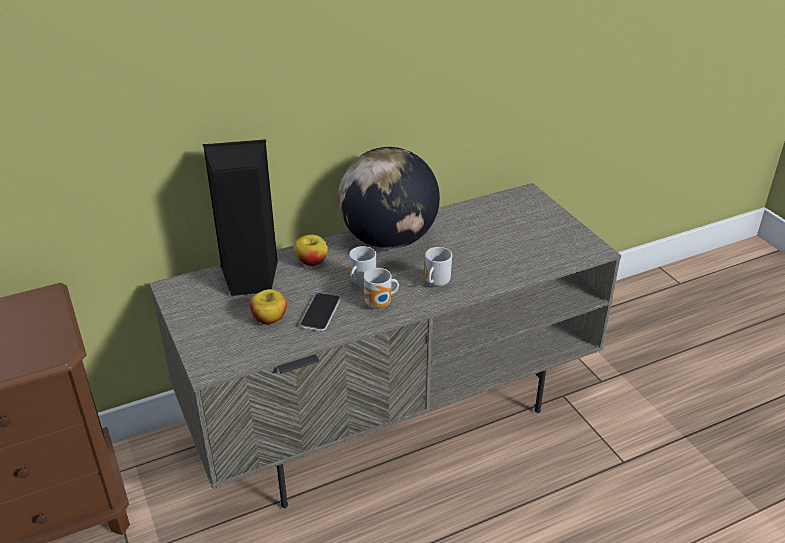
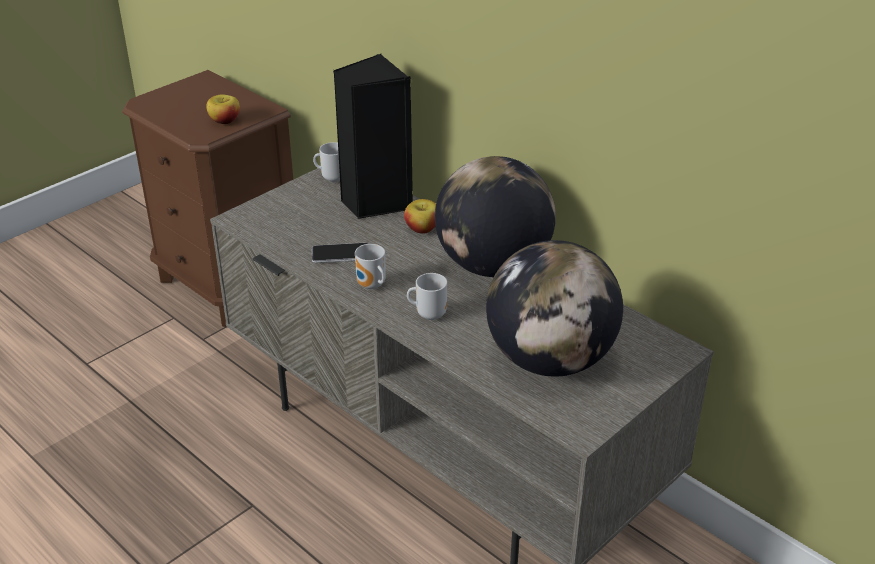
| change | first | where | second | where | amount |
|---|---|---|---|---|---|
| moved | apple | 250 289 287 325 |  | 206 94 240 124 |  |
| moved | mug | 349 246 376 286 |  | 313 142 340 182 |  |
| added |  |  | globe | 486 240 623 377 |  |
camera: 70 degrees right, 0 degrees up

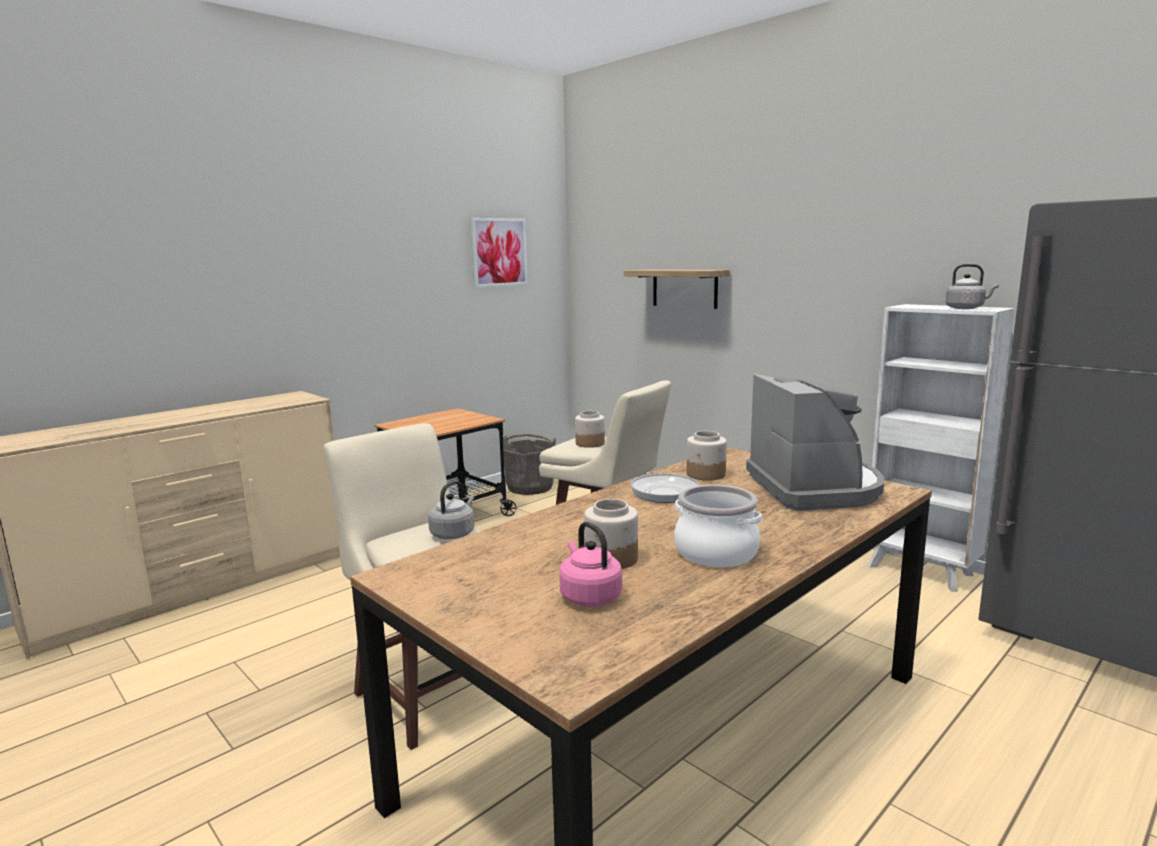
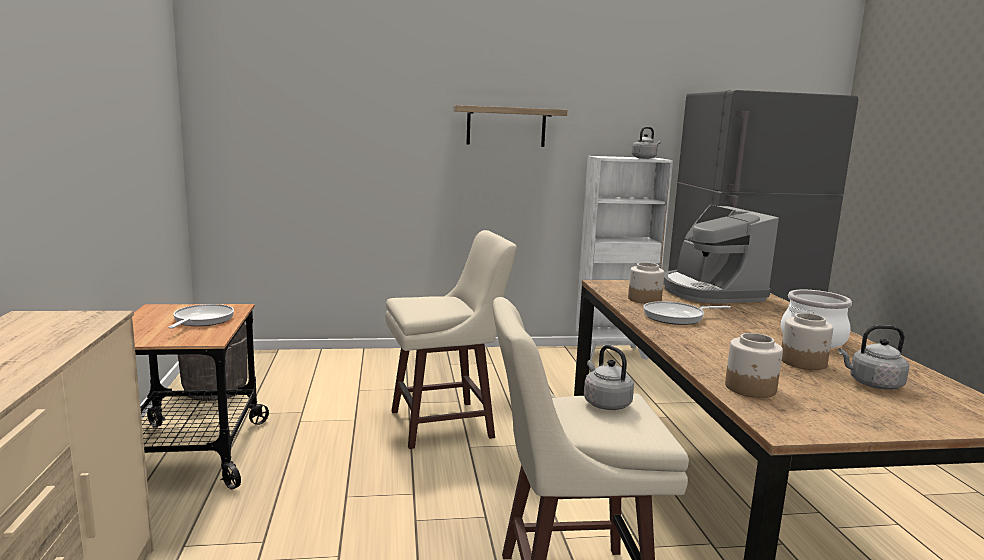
| change | first | where | second | where | amount |
|---|---|---|---|---|---|
| added |  |  | frying pan | 168 304 234 329 |  |
| moved | shelf | 624 270 730 309 |  | 453 105 567 147 |  |
| turned | coffee machine | 746 374 884 511 |  | 663 205 779 303 | 135 degrees counterclockwise |
| moved | jar | 575 411 605 448 |  | 725 333 783 398 |  |
| recoloured | kettle (pink) | 559 522 622 607 | kettle (grey) | 838 325 909 390 |  |
| removed | picture | 470 218 528 288 |  |  |  |
camera: 55 degrees left, 0 degrees up

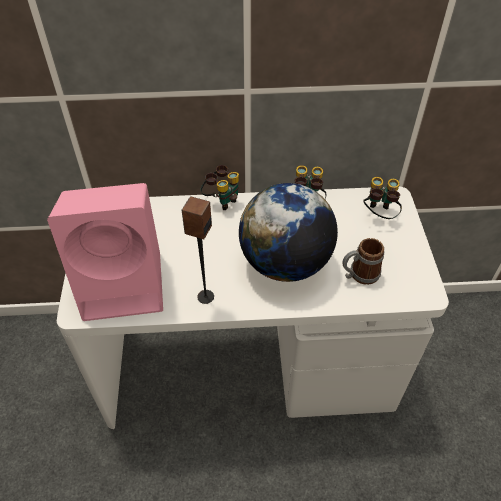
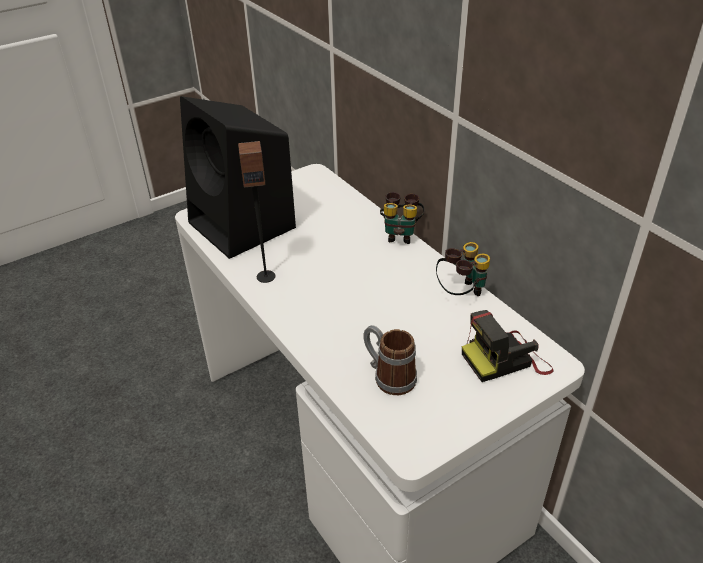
| change | first | where | second | where | amount |
|---|---|---|---|---|---|
| recoloured | speaker (pink) | 47 183 163 321 | speaker (black) | 180 96 296 259 |  |
| replaced | binoculars | 363 177 402 219 | photo camera | 462 310 553 382 |  |
| removed | globe | 239 183 338 282 |  |  |  |
camera: 60 degrees right, 10 degrees down

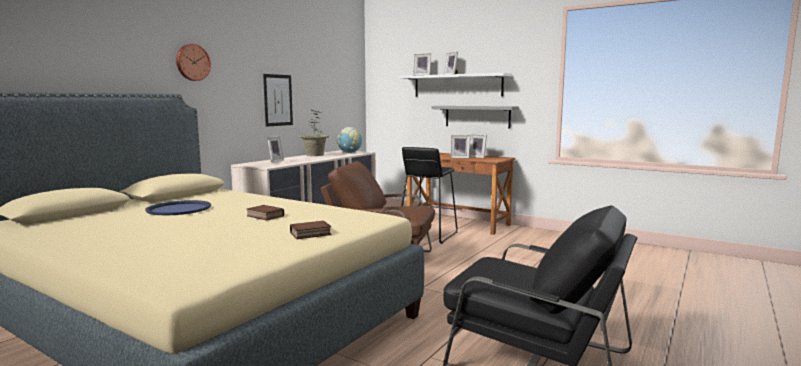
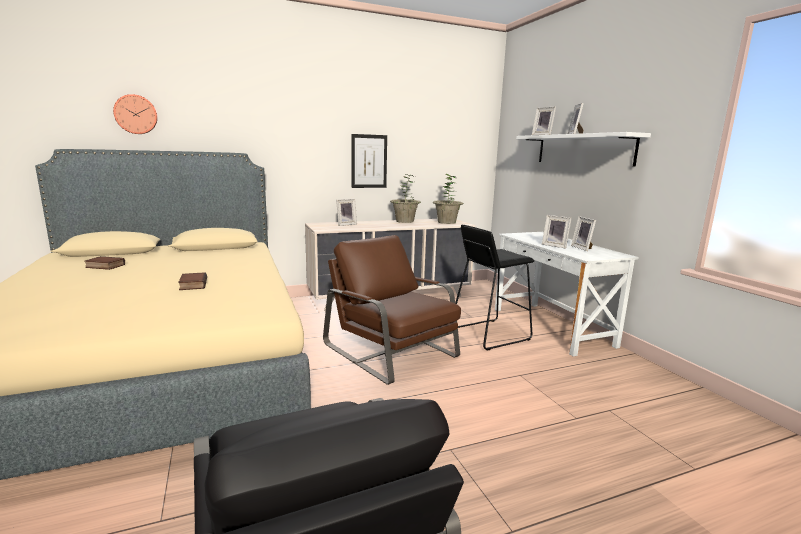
| change | first | where | second | where | amount |
|---|---|---|---|---|---|
| moved | book | 290 221 332 239 |  | 84 256 125 270 |  |
| moved | wall clock | 176 44 211 81 |  | 113 94 158 134 |  |
| replaced | globe | 337 127 362 153 | potted plant | 433 174 463 224 |  |
| recoloured | desk (brown) | 407 153 515 235 | desk (white) | 495 232 639 356 |  |
| removed | tray (blue) | 145 200 211 215 |  |  |  |
| removed | shelf (grey) | 432 106 519 128 |  |  |  |
camera: 35 degrees right, 5 degrees up

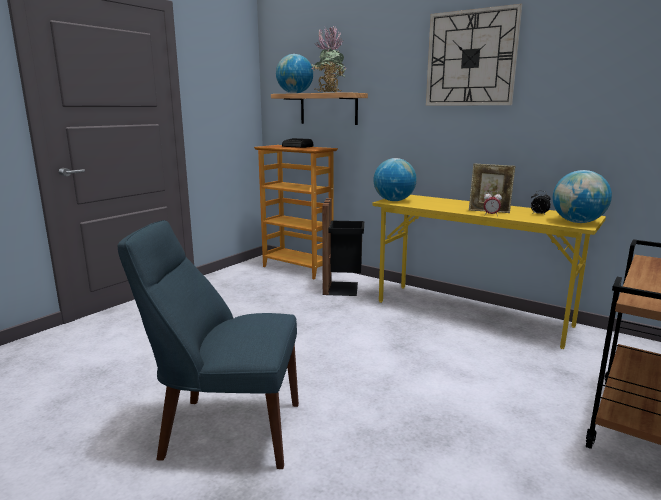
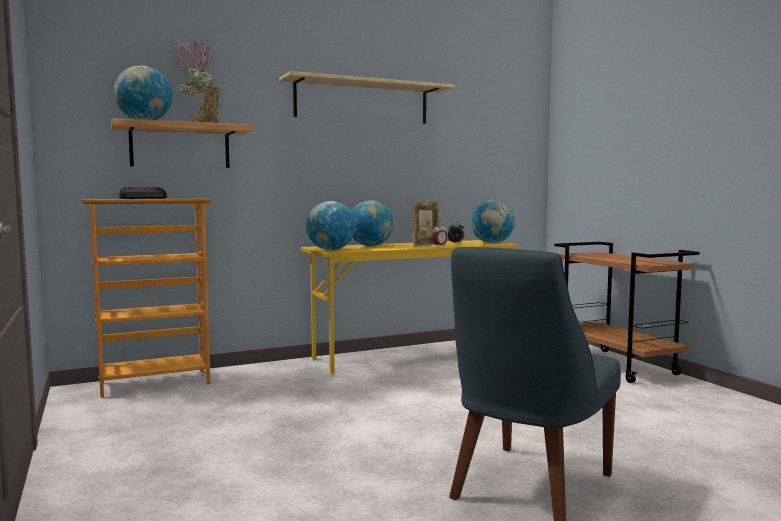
| change | first | where | second | where | amount |
|---|---|---|---|---|---|
| replaced | wall clock | 426 4 522 105 | shelf (beige) | 279 71 454 124 |  |
| added |  |  | globe | 351 200 394 246 |  |
| removed | trash can (black) | 322 198 364 296 |  |  |  |
camera: 60 degrees left, 10 degrees down

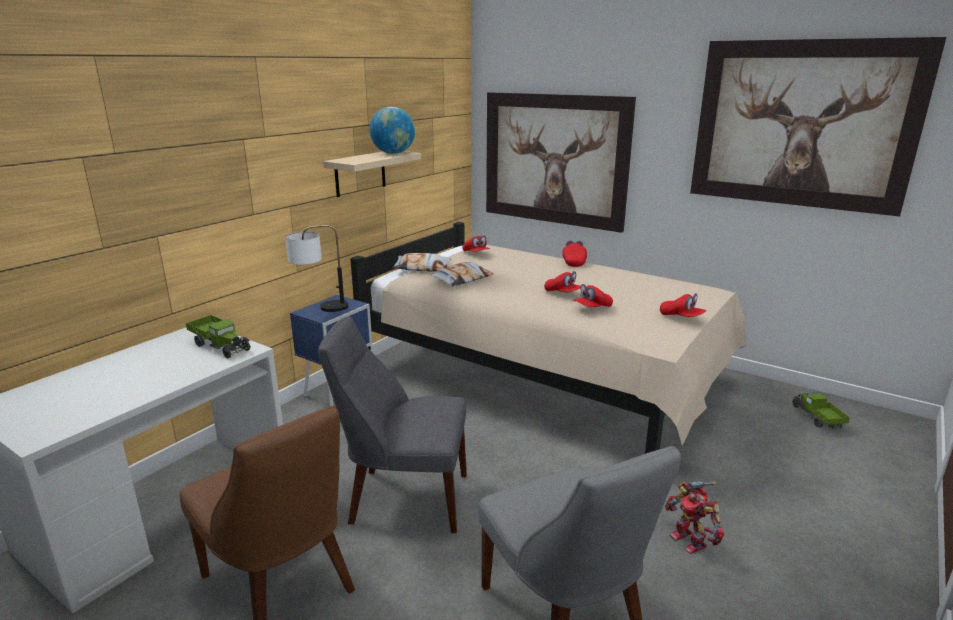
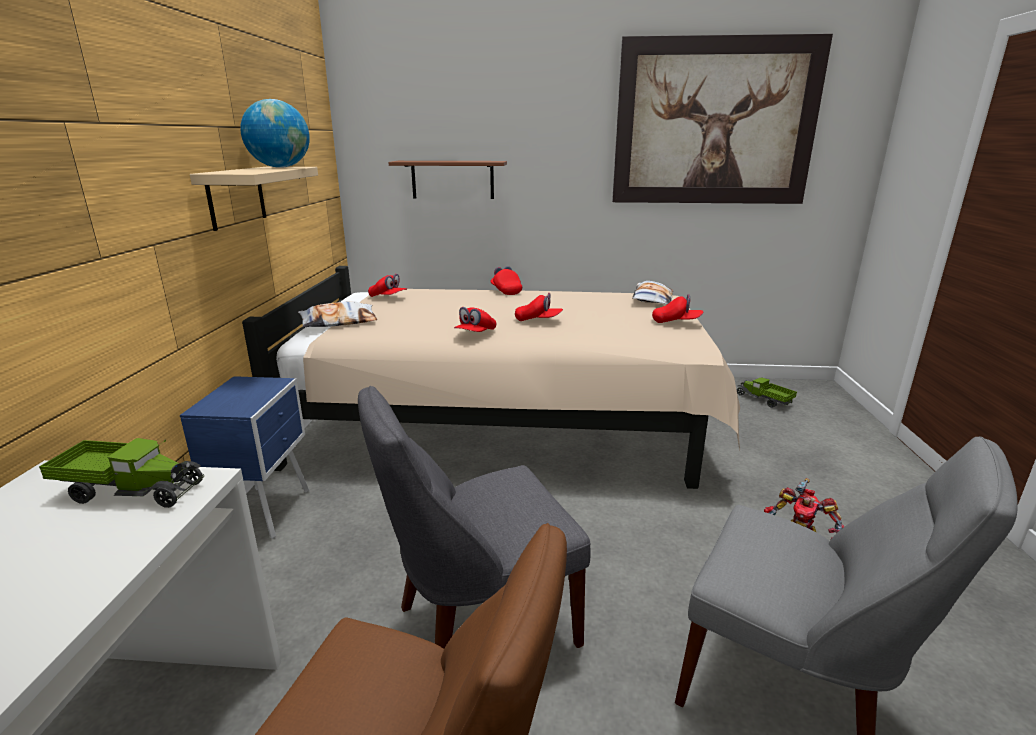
| change | first | where | second | where | amount |
|---|---|---|---|---|---|
| replaced | picture | 486 92 636 233 | shelf (brown) | 389 161 507 199 |  |
| moved | cap (red) | 573 284 613 307 |  | 454 307 496 332 |  |
| moved | pillow | 430 262 493 286 |  | 632 281 673 304 |  |
| removed | table lamp | 285 225 348 312 |  |  |  |
camera: 30 degrees left, 0 degrees up

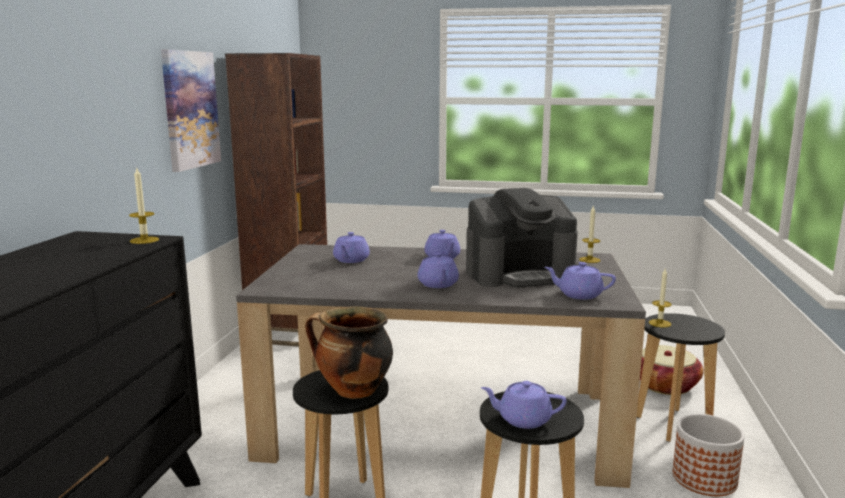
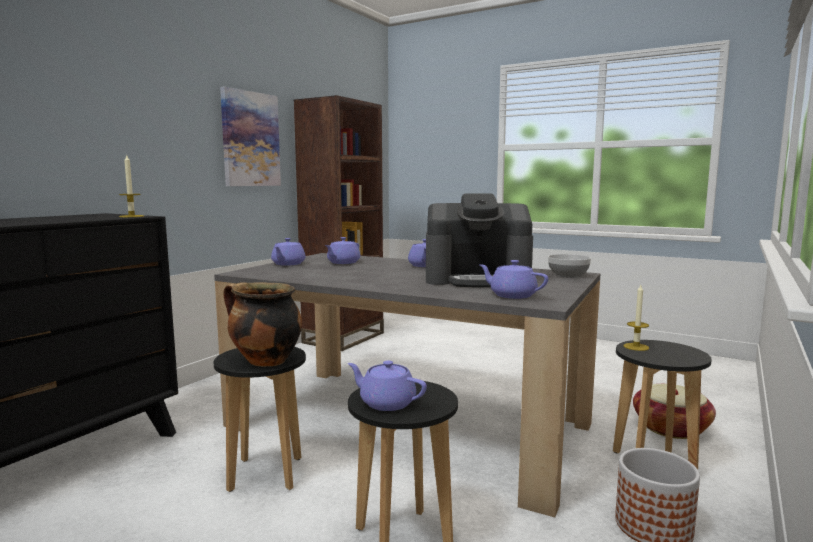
| change | first | where | second | where | amount |
|---|---|---|---|---|---|
| moved | teapot (purple) | 417 253 459 288 |  | 271 238 305 266 |  |
| replaced | candle | 579 205 601 263 | bowl | 548 254 591 278 |  |
camera: 20 degrees right, 5 degrees down

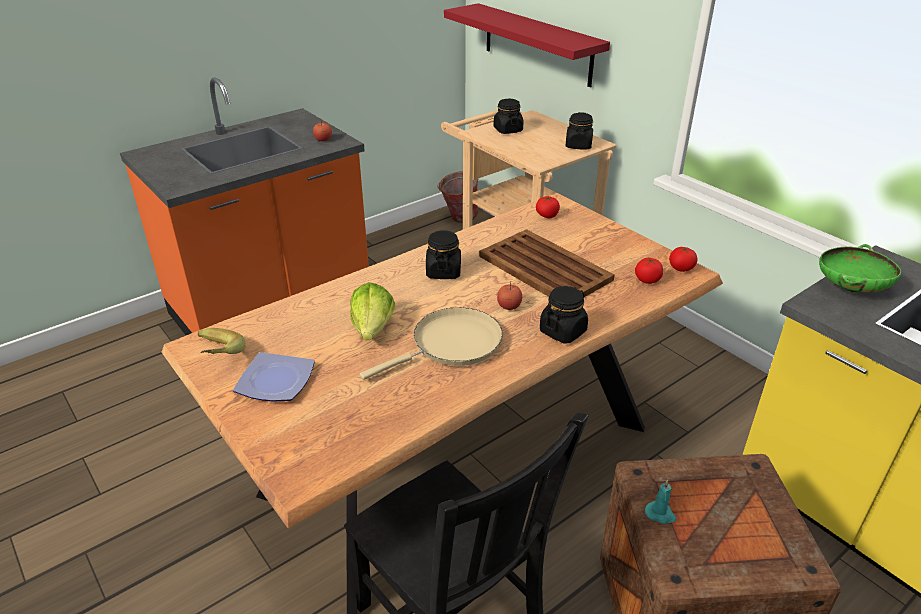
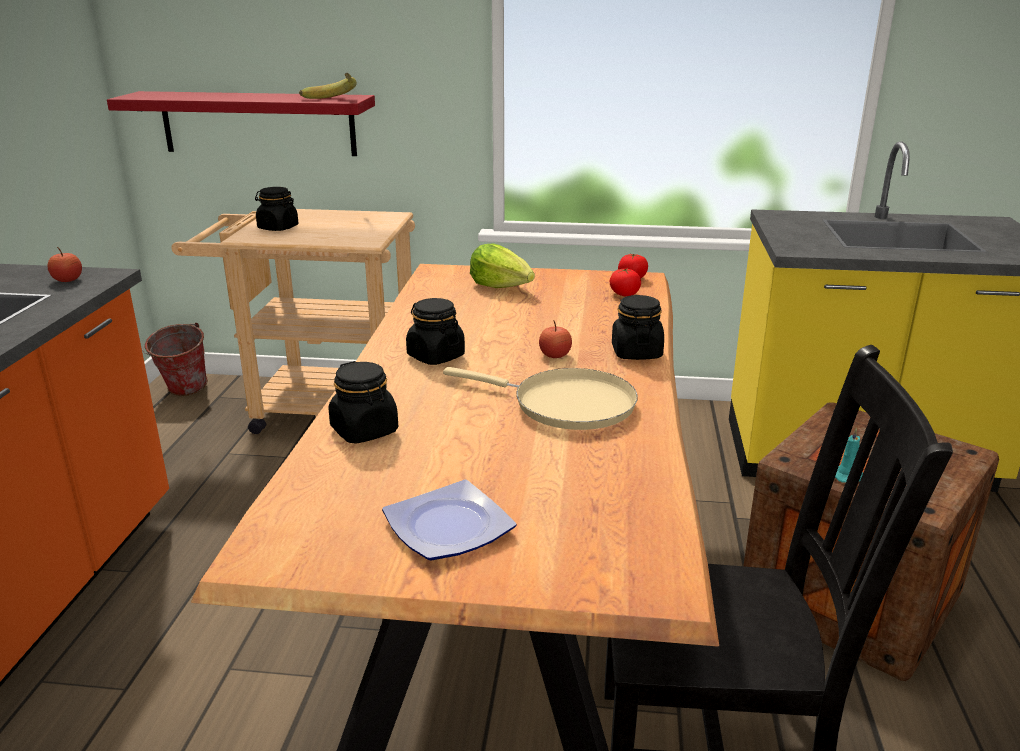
| change | first | where | second | where | amount |
|---|---|---|---|---|---|
| moved | banana | 198 328 246 354 |  | 299 73 357 99 |  |
| moved | jar (black) | 565 112 593 149 |  | 329 361 398 444 |  |
| turned | frying pan (beige) | 360 307 503 380 |  | 443 367 638 430 | 105 degrees clockwise |
| moved | lettuce | 350 282 395 340 |  | 470 243 535 288 |  |
| removed | tray (brown) | 479 229 615 297 |  |  |  |
| removed | tomato | 536 196 560 218 |  |  |  |
| removed | bowl (green) | 819 244 901 293 |  |  |  |
camera: 45 degrees left, 10 degrees down

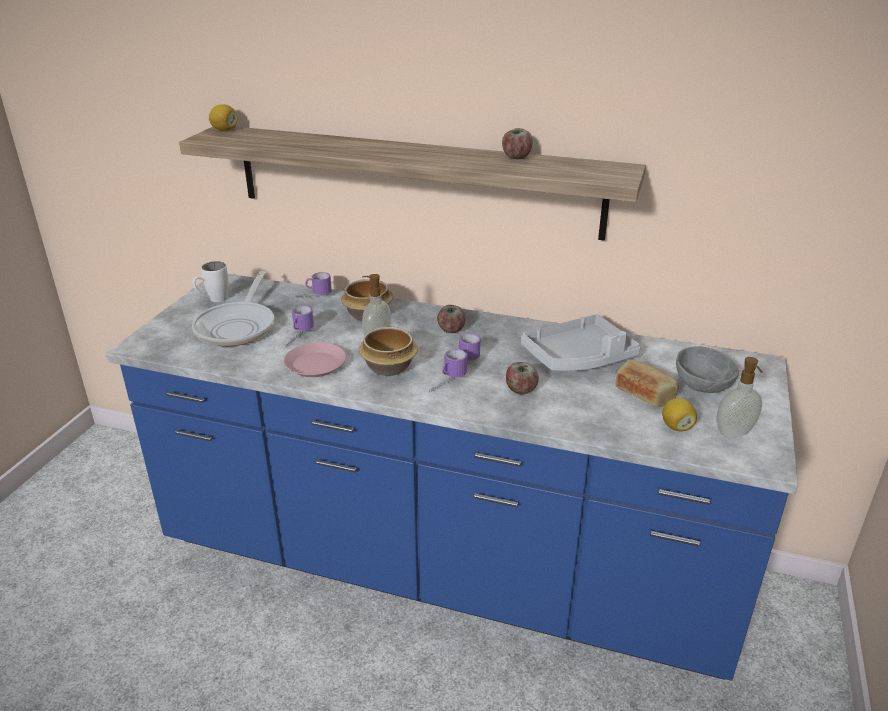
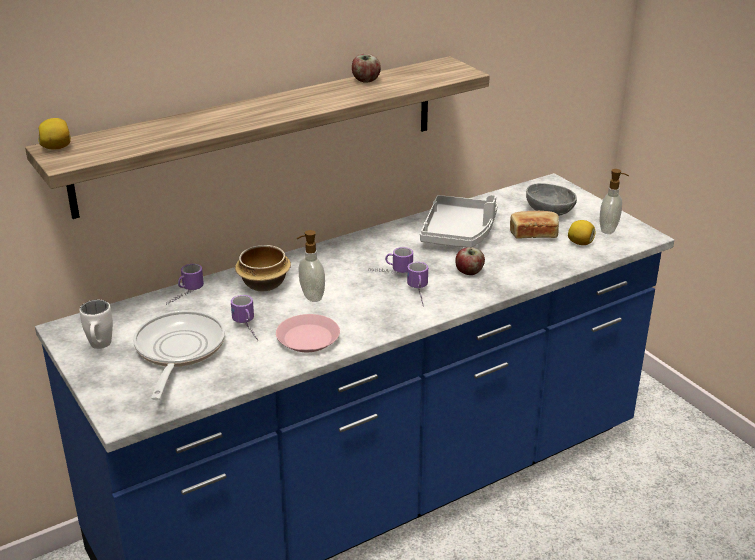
| change | first | where | second | where | amount |
|---|---|---|---|---|---|
| turned | frying pan | 192 271 274 346 |  | 133 310 225 400 | 135 degrees counterclockwise |
| removed | bowl | 359 327 418 376 |  |  |  |
| removed | apple | 437 305 466 333 |  |  |  |
camera: 50 degrees left, 0 degrees up

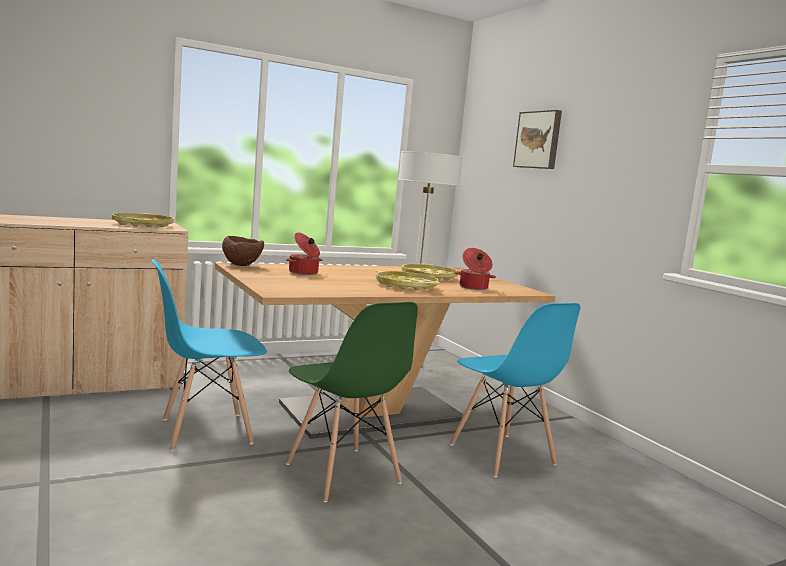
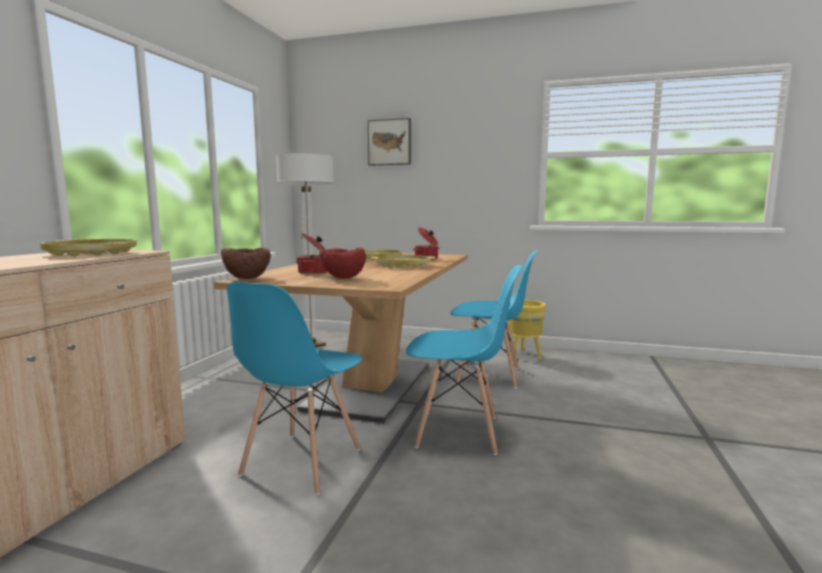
| change | first | where | second | where | amount |
|---|---|---|---|---|---|
| added |  |  | bowl (red) | 319 248 366 279 |  |
| recoloured | chair (green) | 285 302 418 503 | chair (blue) | 405 265 522 455 |  |
| added |  |  | planter (yellow) | 509 300 546 359 |  |
camera: 45 degrees left, 0 degrees up

